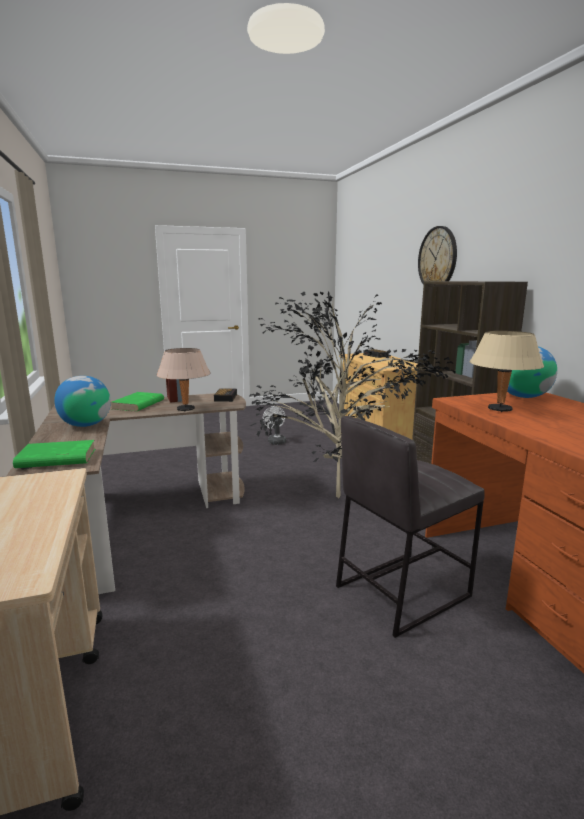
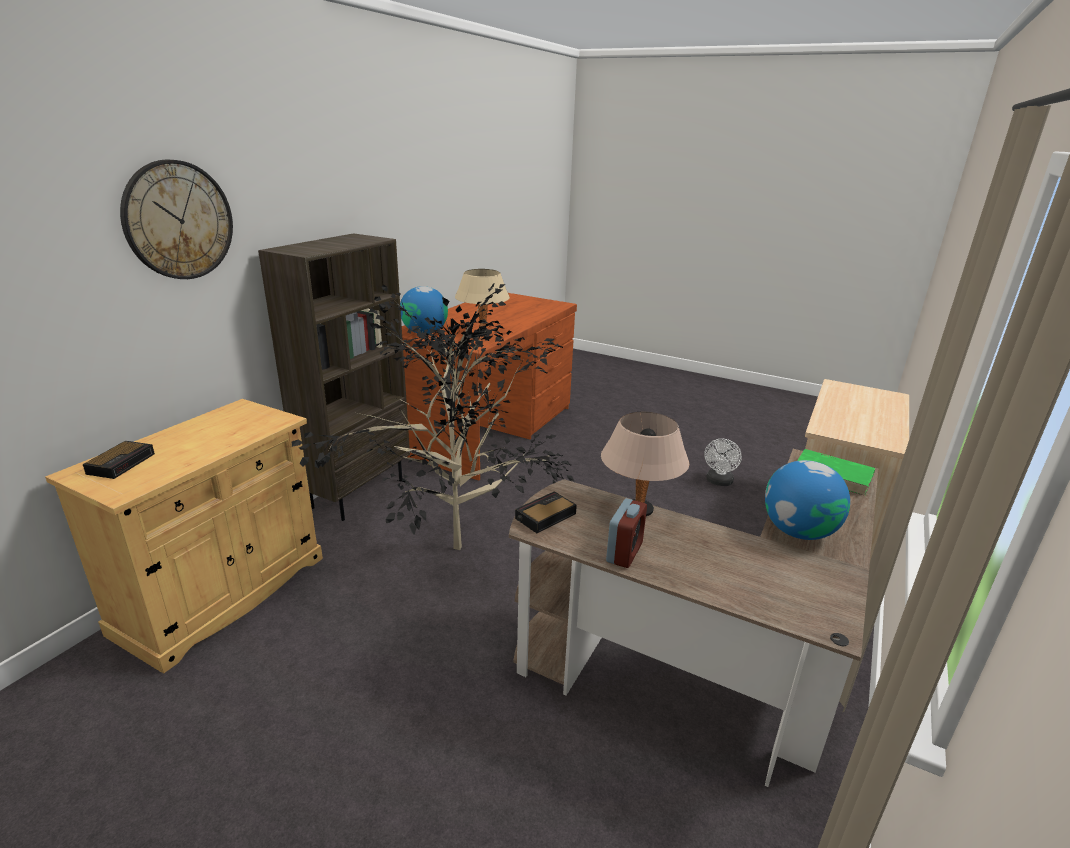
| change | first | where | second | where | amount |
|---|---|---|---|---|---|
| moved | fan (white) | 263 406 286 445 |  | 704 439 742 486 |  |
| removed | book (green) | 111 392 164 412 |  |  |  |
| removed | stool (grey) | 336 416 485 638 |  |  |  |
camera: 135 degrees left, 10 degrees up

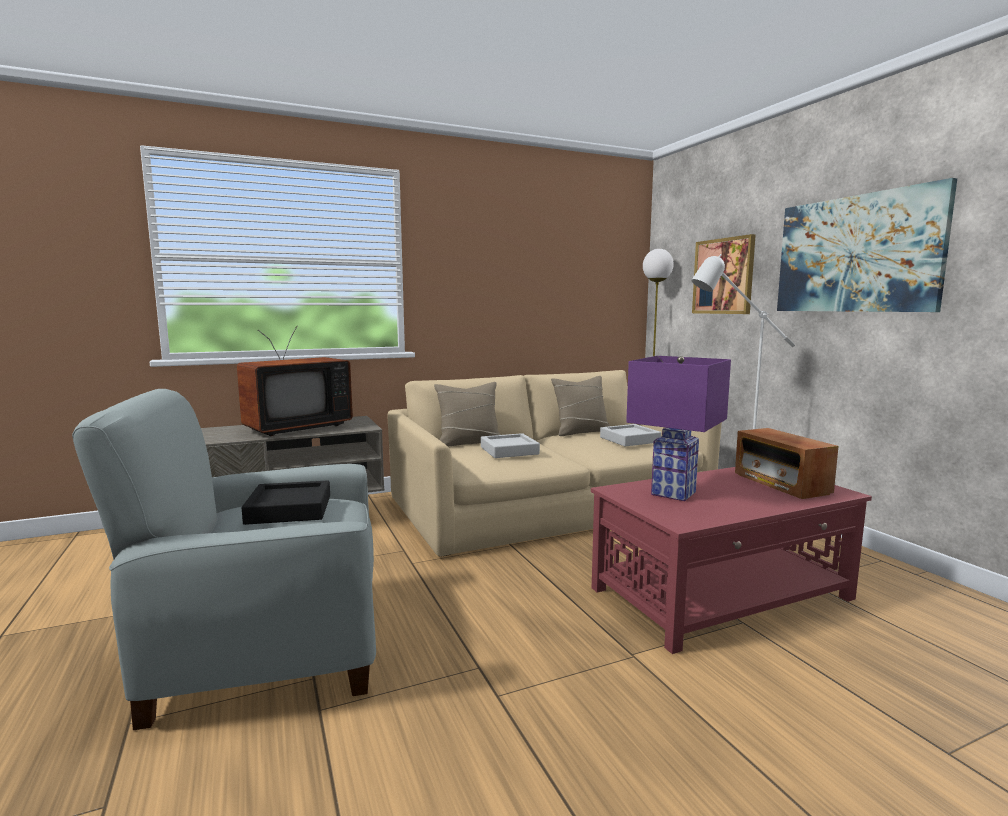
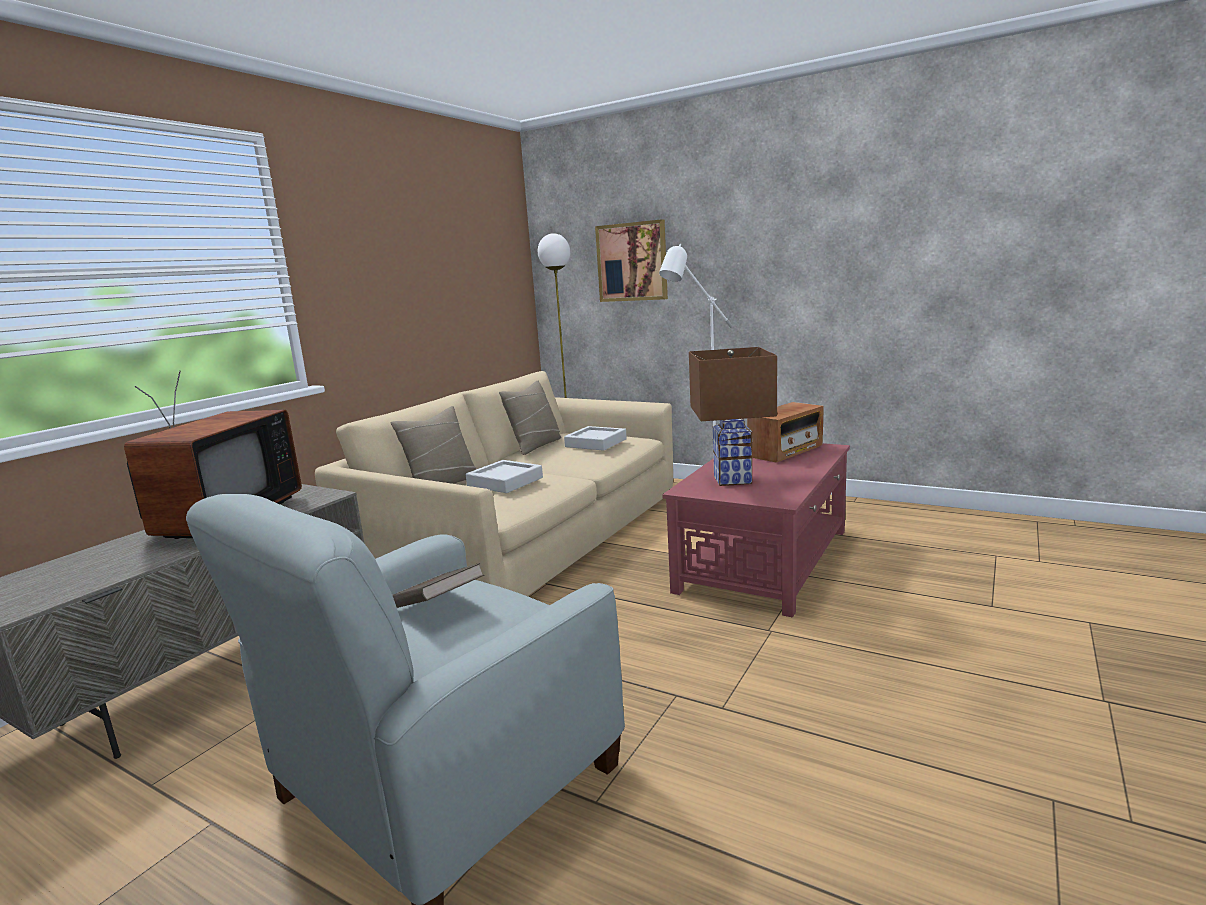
| change | first | where | second | where | amount |
|---|---|---|---|---|---|
| replaced | tray (black) | 242 480 330 525 | book (brown) | 392 563 484 608 |  |
| recoloured | table lamp (purple) | 626 356 731 501 | table lamp (brown) | 689 347 777 486 |  |
| turned | radio | 735 428 838 499 |  | 747 402 824 463 | 75 degrees counterclockwise |
| removed | picture | 777 178 957 312 |  |  |  |
camera: 35 degrees left, 5 degrees up

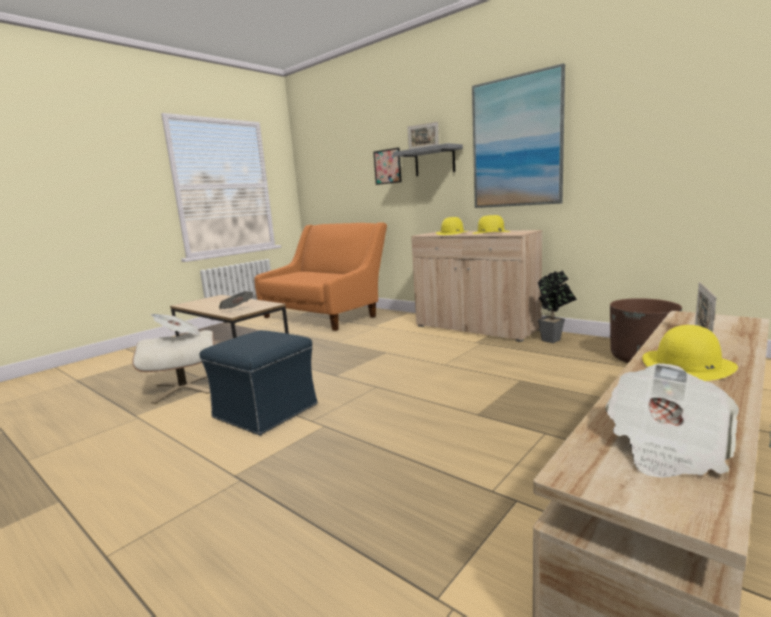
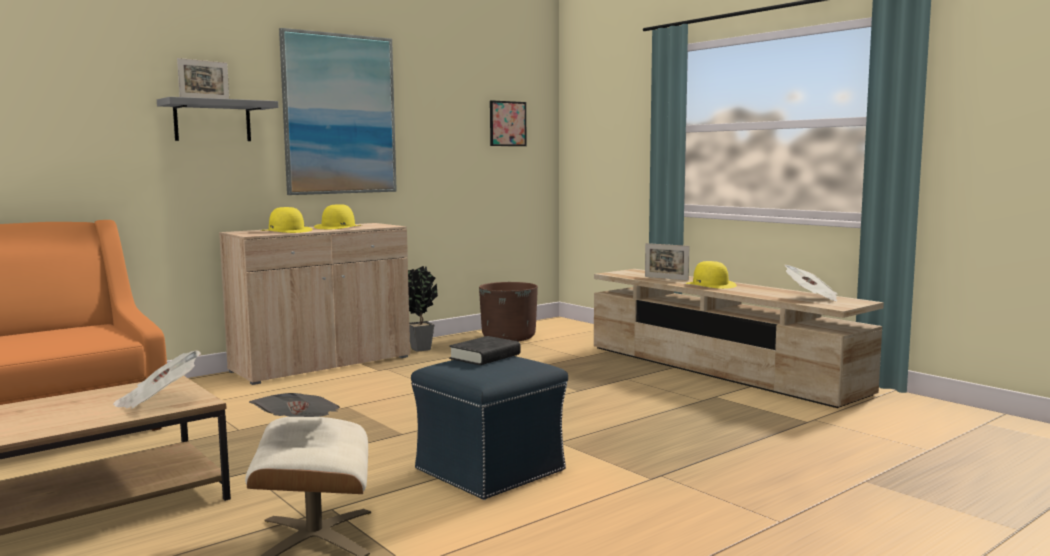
| change | first | where | second | where | amount |
|---|---|---|---|---|---|
| added |  |  | book (black) | 449 336 521 365 |  |
| moved | picture | 373 148 402 185 |  | 490 100 526 146 |  |
camera: 80 degrees left, 5 degrees down

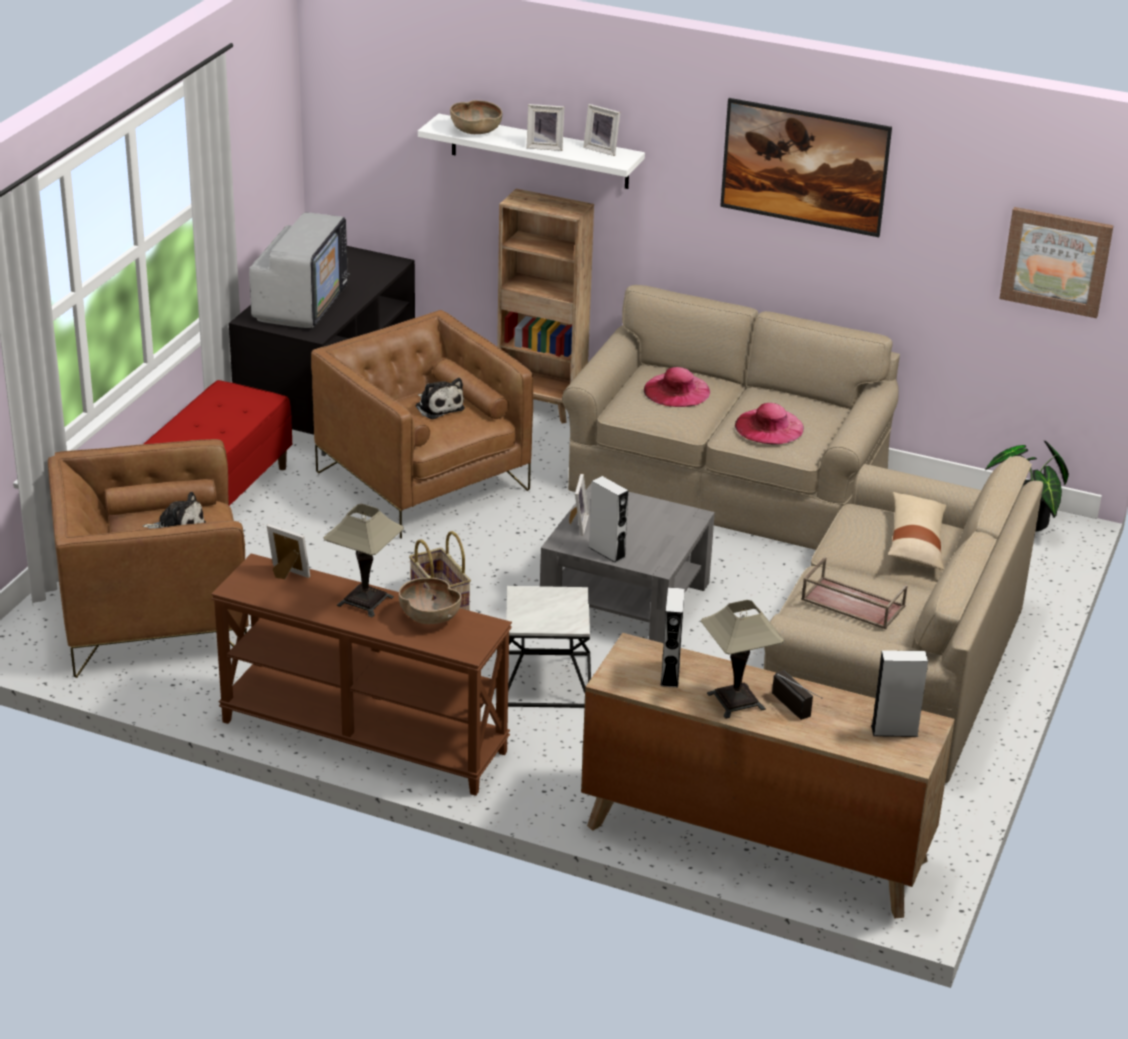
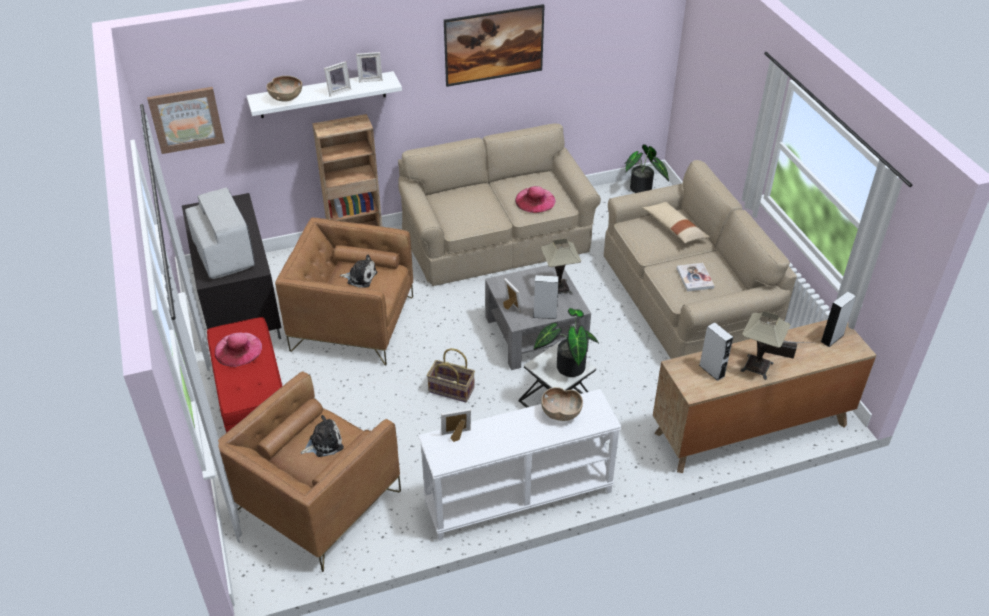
| change | first | where | second | where | amount |
|---|---|---|---|---|---|
| moved | picture | 999 207 1114 318 |  | 147 87 225 154 |  |
| moved | hat (pink) | 644 367 710 407 |  | 215 332 262 367 |  |
| recoloured | console table (brown) | 211 553 512 796 | console table (white) | 419 389 622 541 |  |
| added |  |  | potted plant | 533 308 599 377 |  |
| moved | table lamp | 323 504 404 618 |  | 541 239 581 295 |  |
| replaced | tray (brown) | 801 557 908 629 | book | 676 263 715 291 |  |
camera: 40 degrees left, 10 degrees up

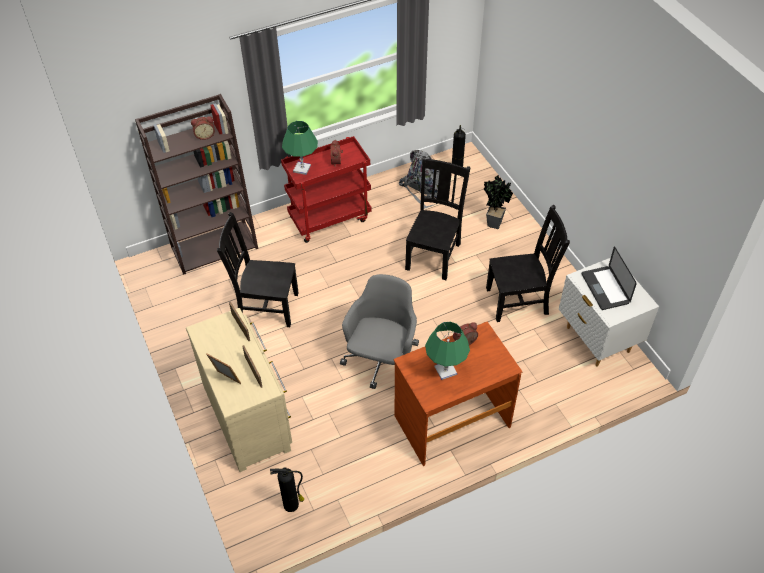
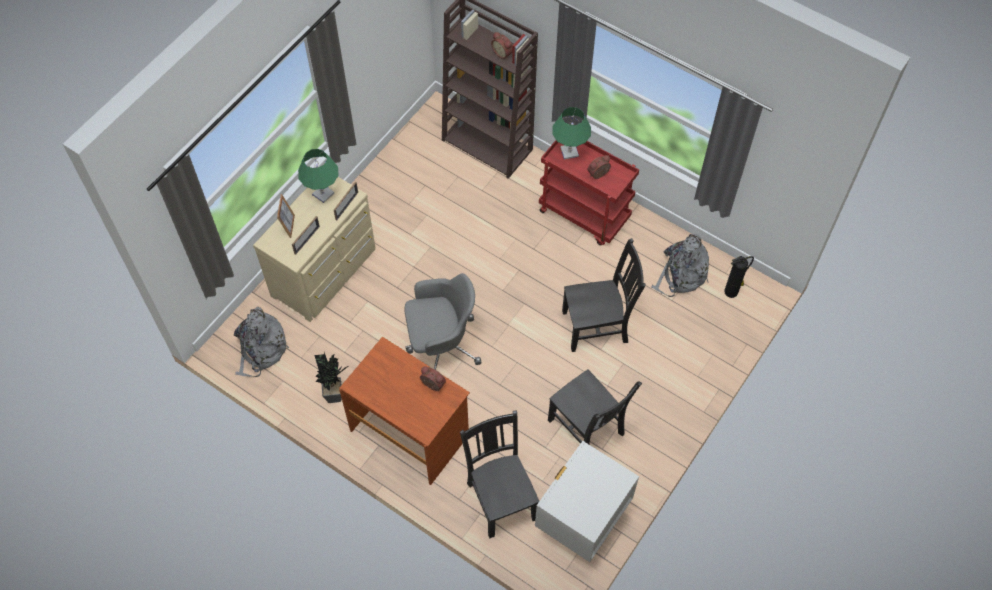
| change | first | where | second | where | amount |
|---|---|---|---|---|---|
| replaced | fire extinguisher | 270 467 304 512 | backpack (grey) | 234 307 289 377 |  |
| moved | table lamp (green) | 425 322 470 380 |  | 298 149 339 203 |  |
| moved | potted plant | 484 175 513 229 |  | 314 352 350 403 |  |
| moved | chair (black) | 217 212 299 327 |  | 460 410 539 538 |  |
| removed | laptop | 582 246 637 310 |  |  |  |
camera: 60 degrees right, 10 degrees up

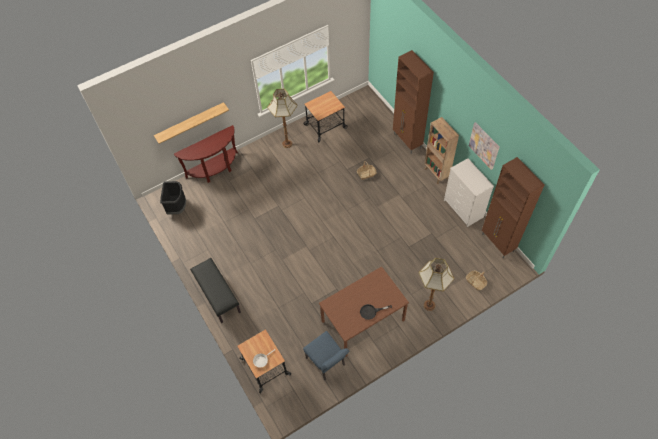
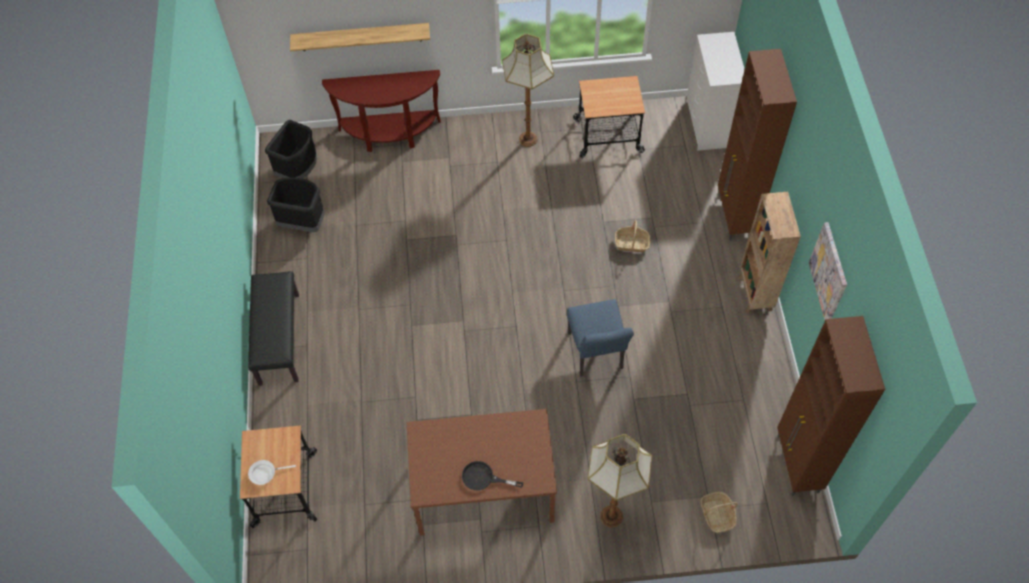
| change | first | where | second | where | amount |
|---|---|---|---|---|---|
| added |  |  | trash can (black) | 267 177 324 232 |  |
| moved | chair (blue) | 303 331 349 380 |  | 567 299 634 377 |  |
| moved | dresser (white) | 444 158 494 227 |  | 686 32 745 151 |  |
camera: 25 degrees right, 0 degrees up

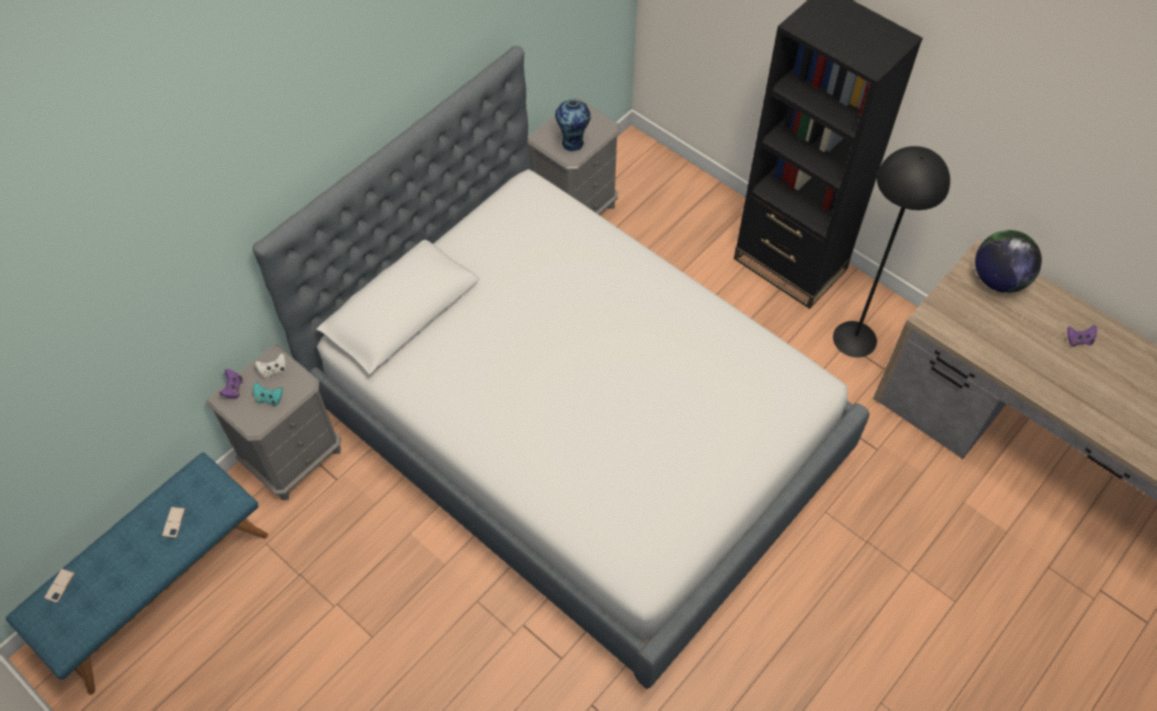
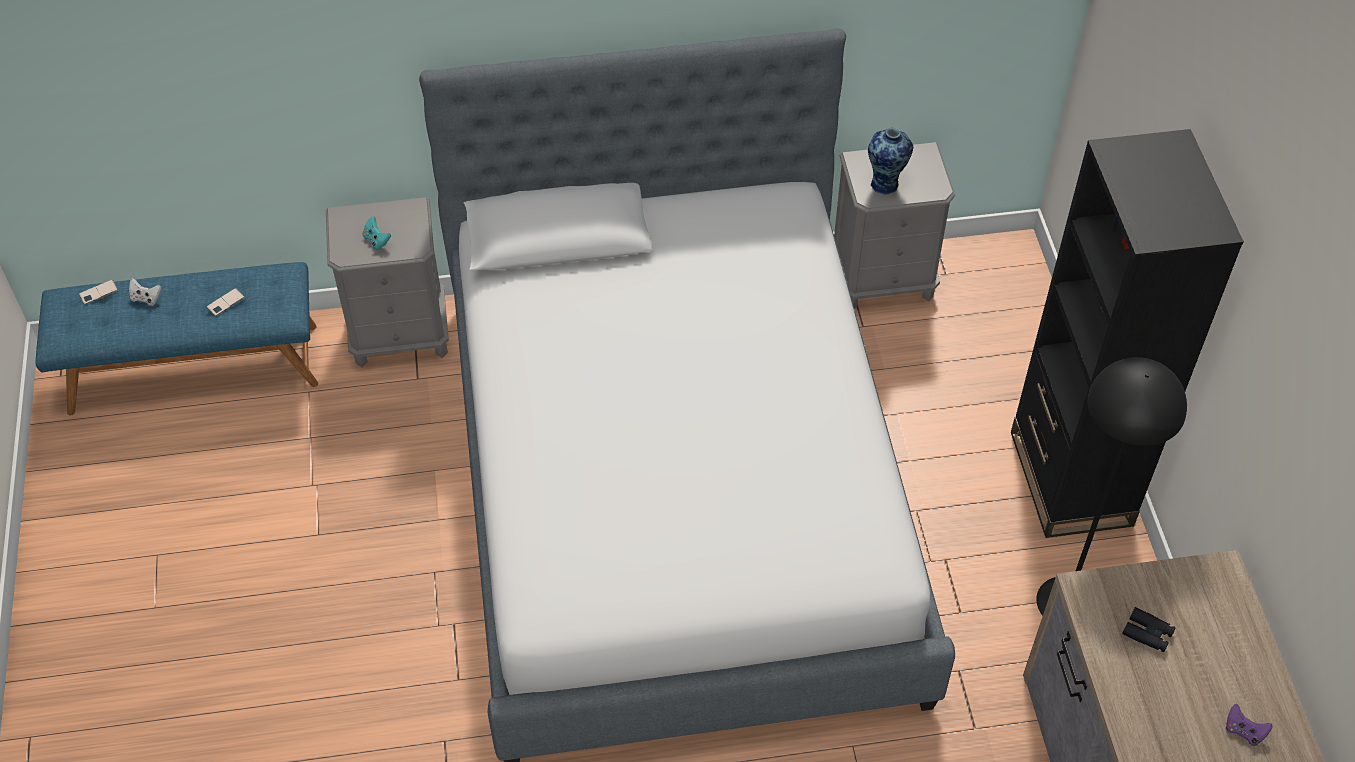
| change | first | where | second | where | amount |
|---|---|---|---|---|---|
| moved | game controller (white) | 255 353 286 379 |  | 129 278 161 306 |  |
| added |  |  | binoculars (black) | 1122 607 1176 652 |  |
| removed | game controller (purple) | 219 369 243 398 |  |  |  |
| removed | globe | 975 230 1042 293 |  |  |  |
camera: 40 degrees right, 5 degrees down

